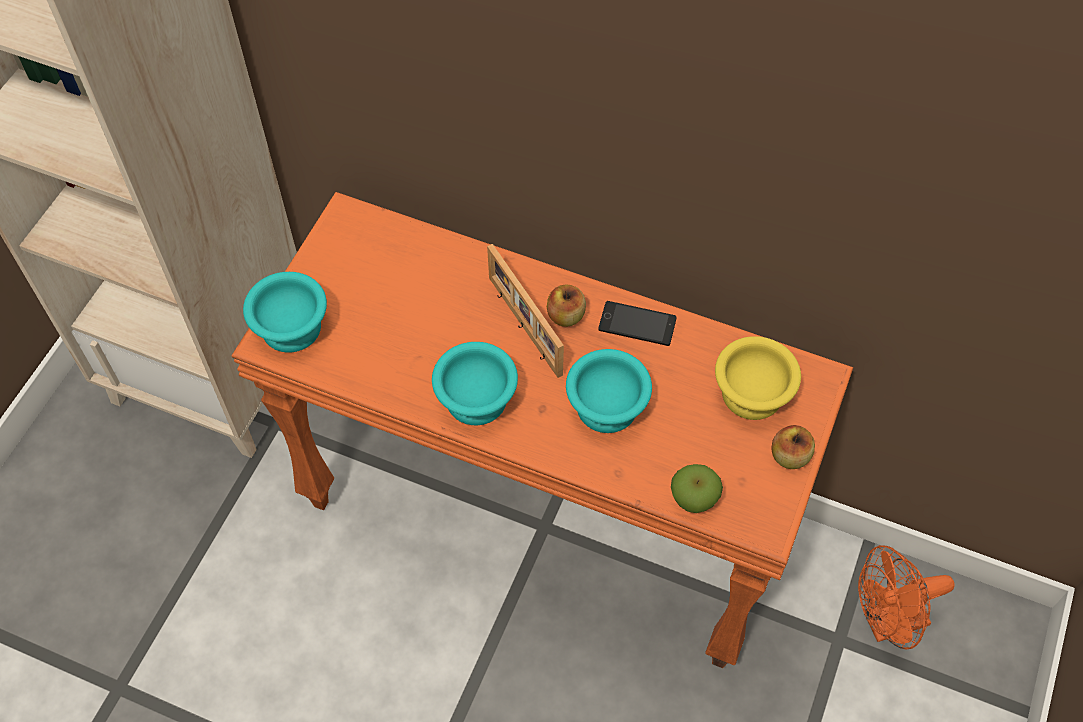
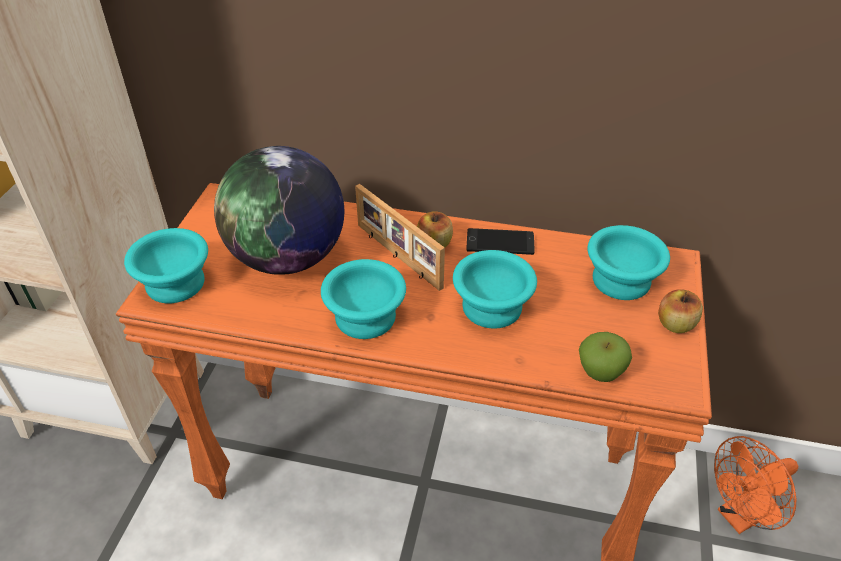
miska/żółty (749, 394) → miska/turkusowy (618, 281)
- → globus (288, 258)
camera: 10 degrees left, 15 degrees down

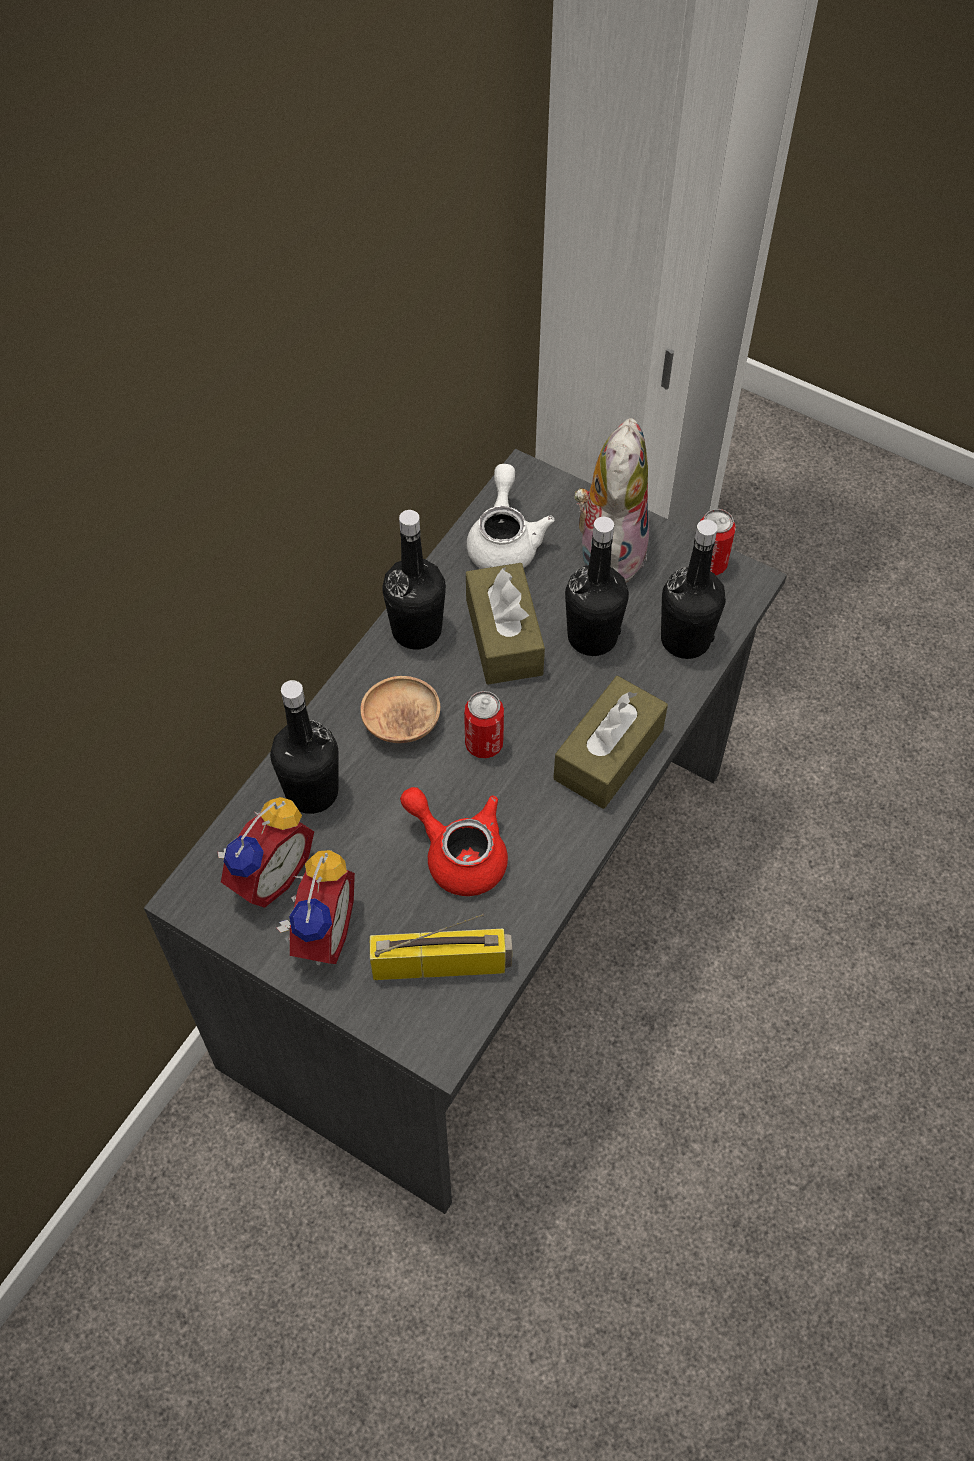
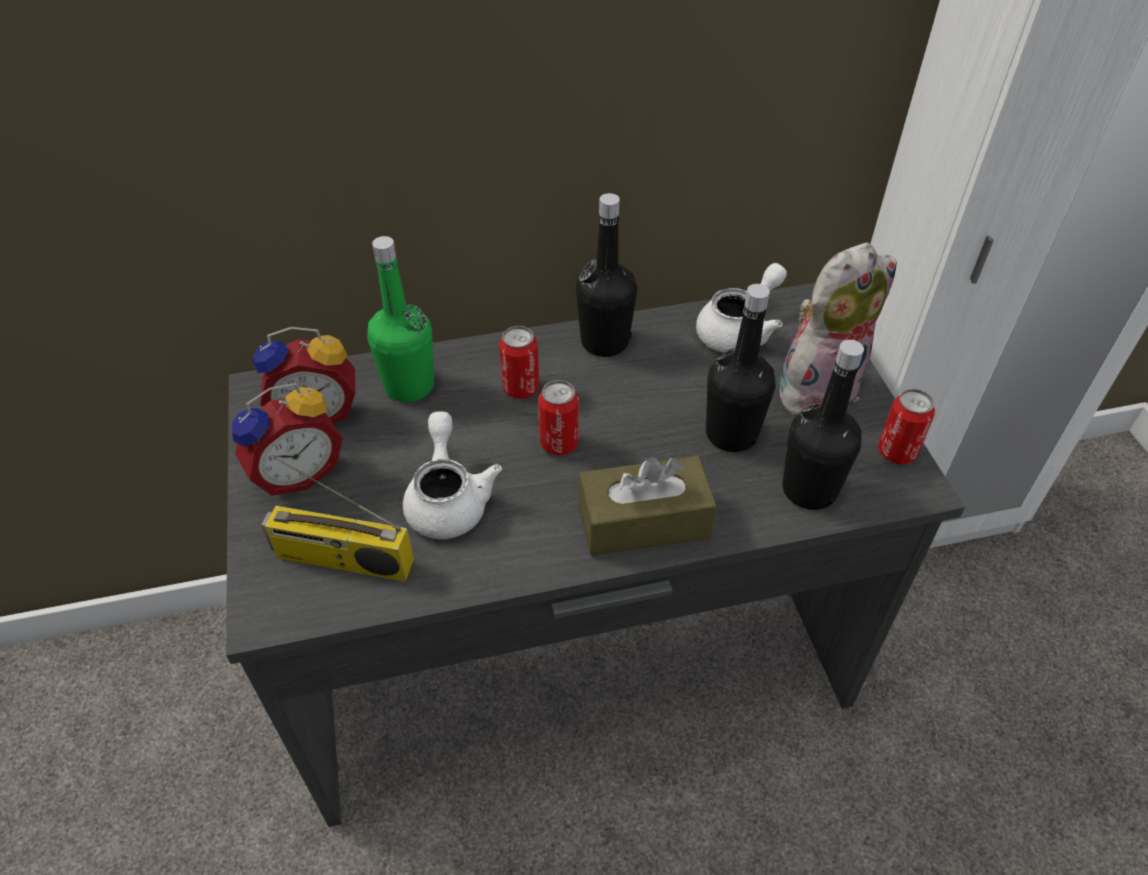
pudełko chusteczek/brązowy (504, 637) → -
miska/brązowy (401, 722) → puszka (521, 388)
butelka/czarny (312, 792) → butelka/zielony (409, 386)
imbryk/czerwony (458, 853) → imbryk/biały (448, 499)
radio (442, 963) → radio (341, 560), 150 degrees clockwise
camera: 45 degrees right, 10 degrees down

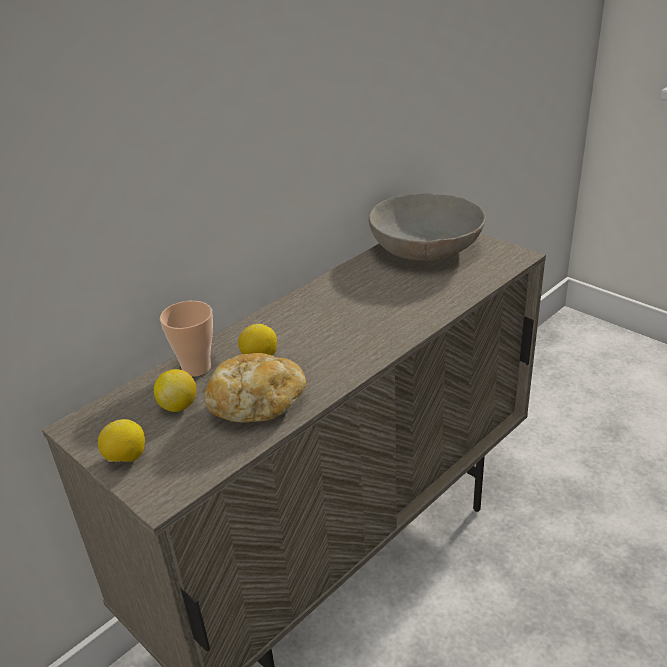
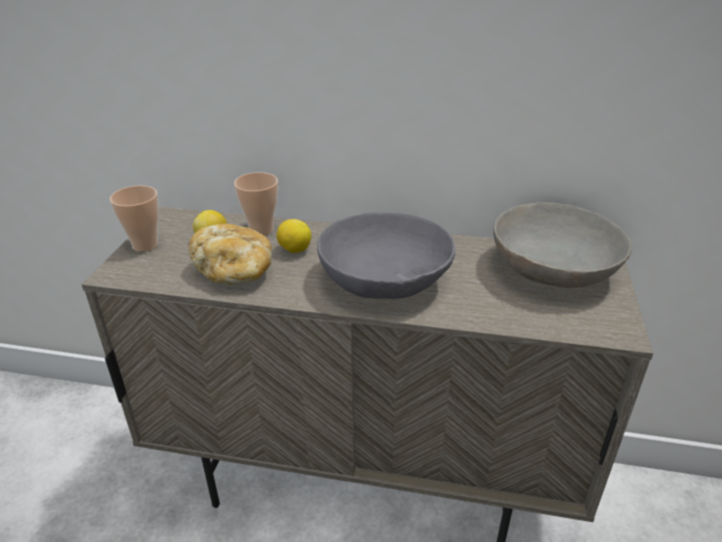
cytryna (126, 458) → filiżanka (145, 245)
- → miska/szary (385, 279)
camera: 55 degrees right, 0 degrees up

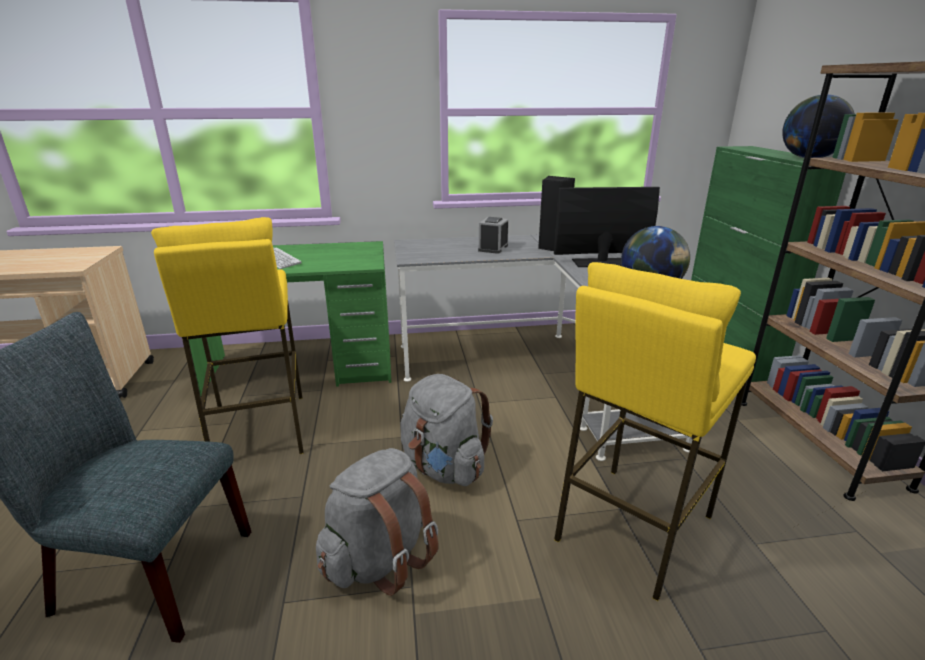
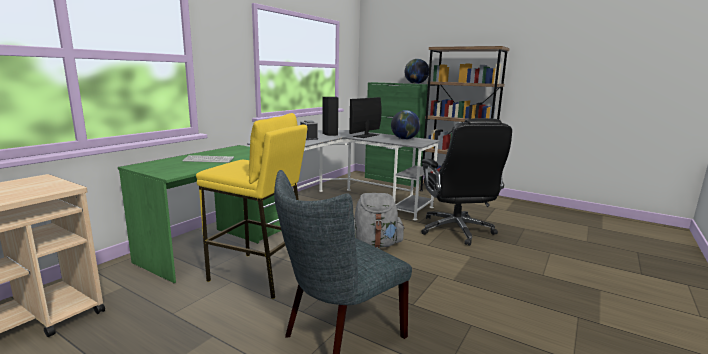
stołek/żółty (632, 527) → krzesło biurowe/czarny (456, 230)
plecak/szary (381, 558) → -
camera: 50 degrees left, 10 degrees down

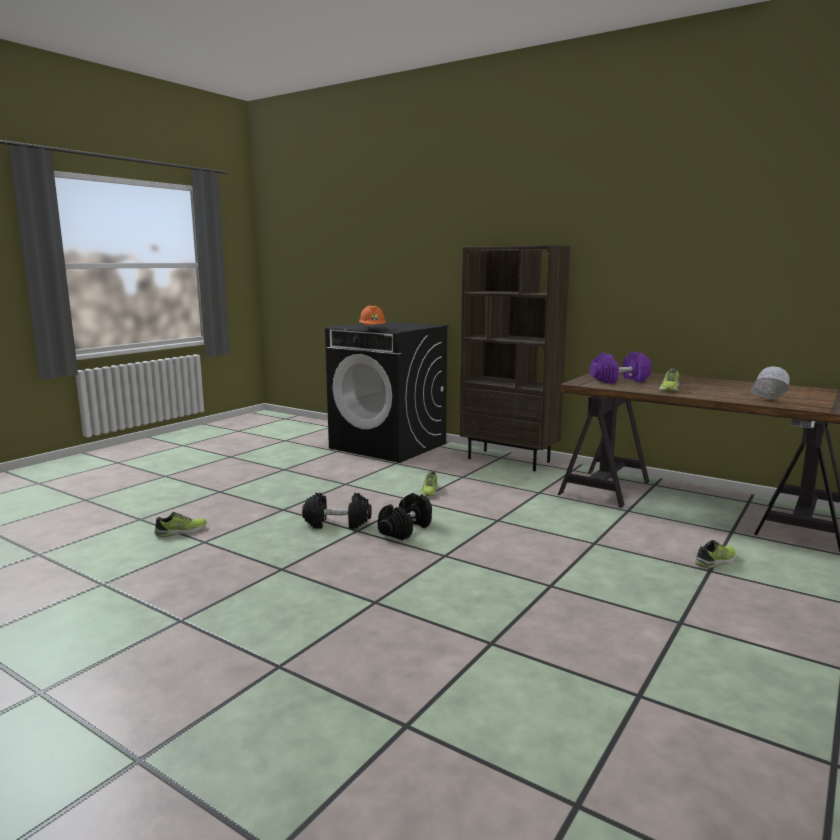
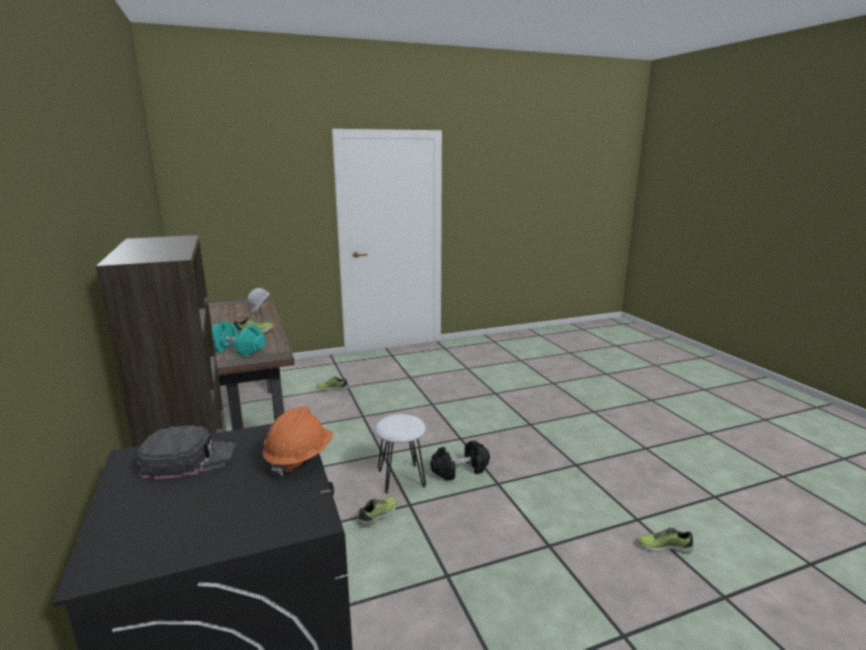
hantel/fioletowy (619, 380) → hantel/turkusowy (238, 350)
hantel/czarny (337, 523) → -
- → stołek/biały (400, 478)
- → czapka z daszkiem/czarny (189, 459)
camera: 145 degrees left, 5 degrees up

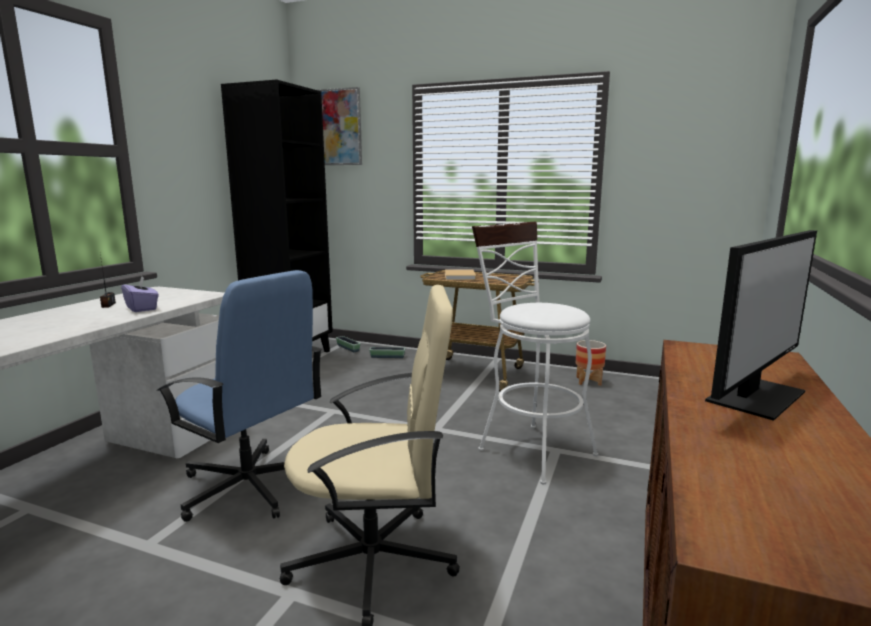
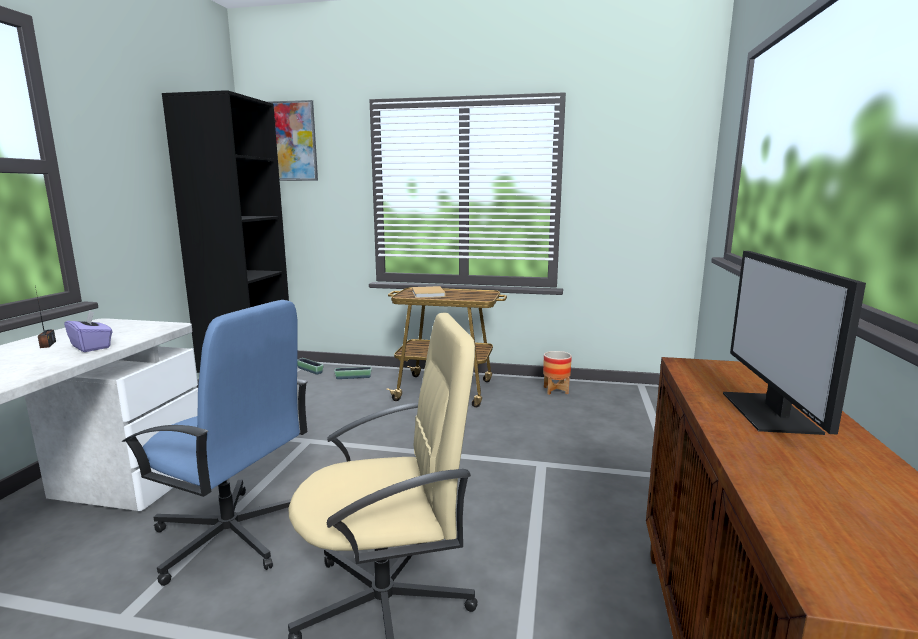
stołek/biały (529, 448) → -
monitor (753, 395) → monitor (772, 413), 150 degrees clockwise
camera: 10 degrees left, 0 degrees up

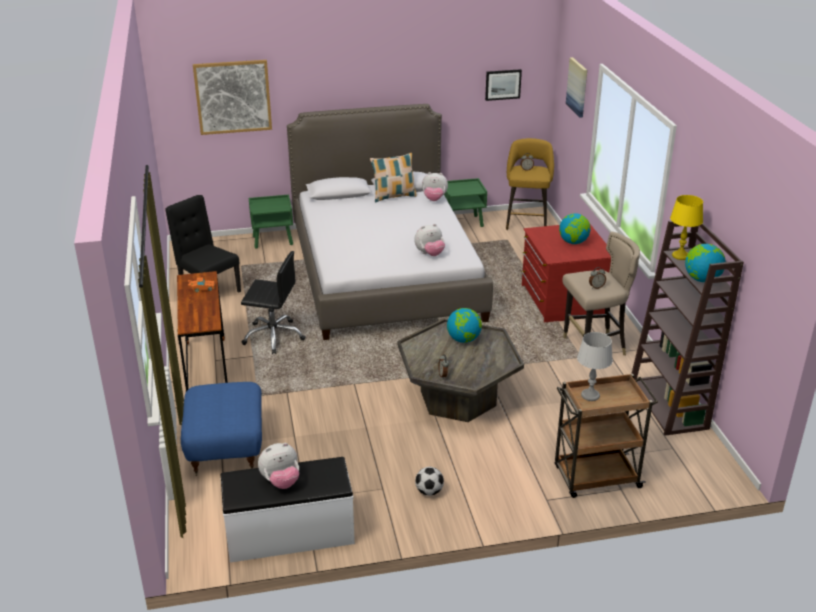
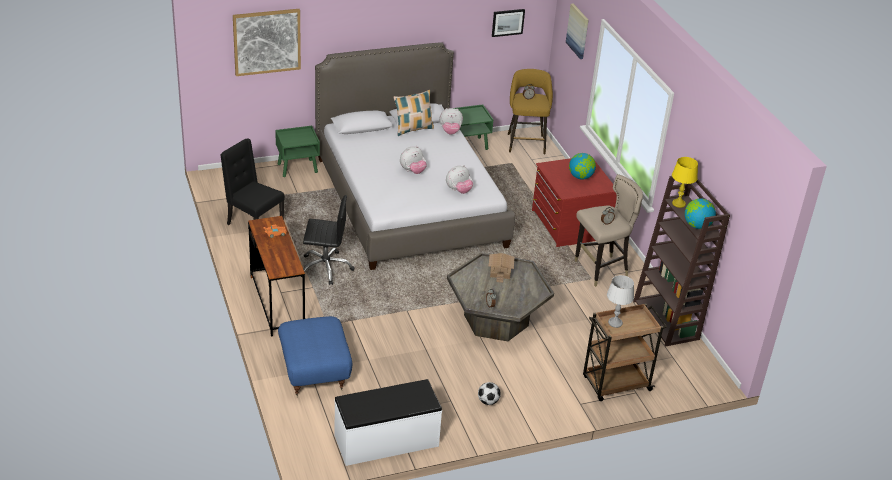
globus (464, 339) → domek (501, 272)
pluszak (281, 482) → pluszak (412, 171), shifted
camera: 10 degrees left, 5 degrees up

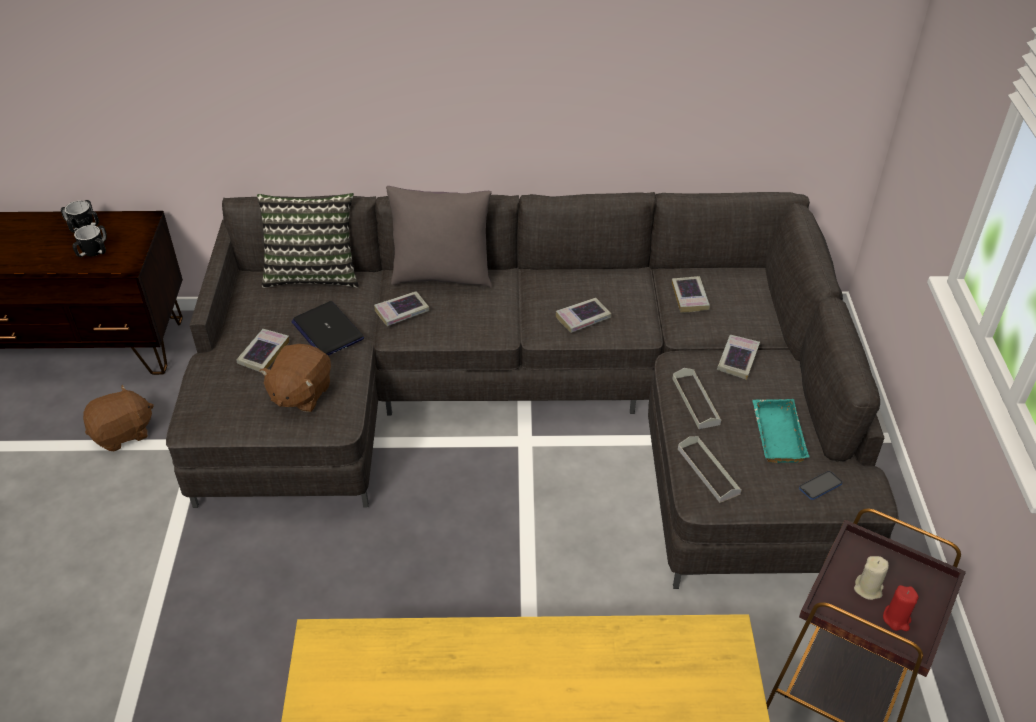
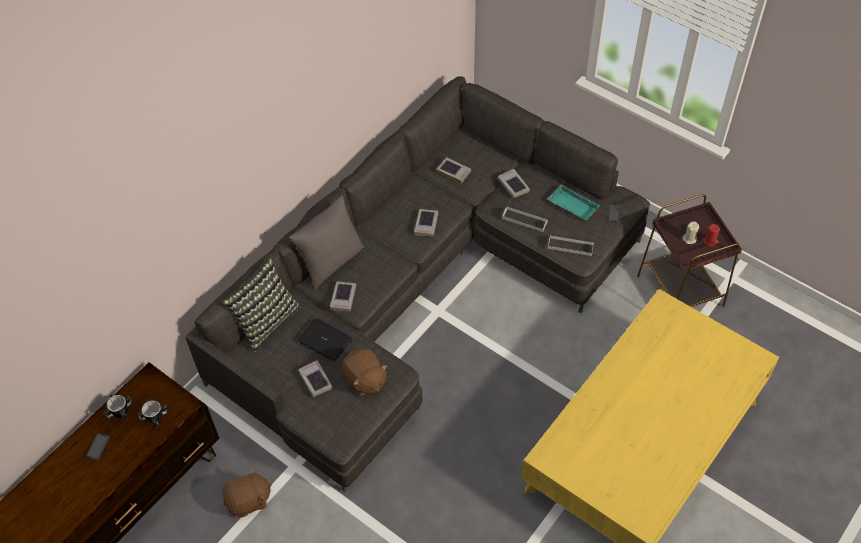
laptop (327, 330) → laptop (325, 340), 150 degrees counterclockwise
pluszak/brązowy (123, 433) → pluszak/brązowy (249, 501), 60 degrees clockwise
- → telefon (98, 447)
camera: 50 degrees left, 10 degrees up

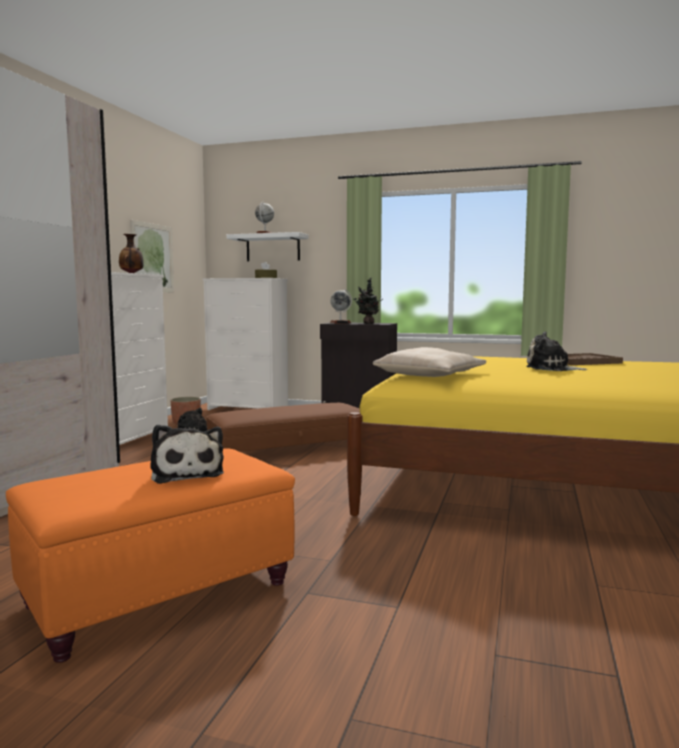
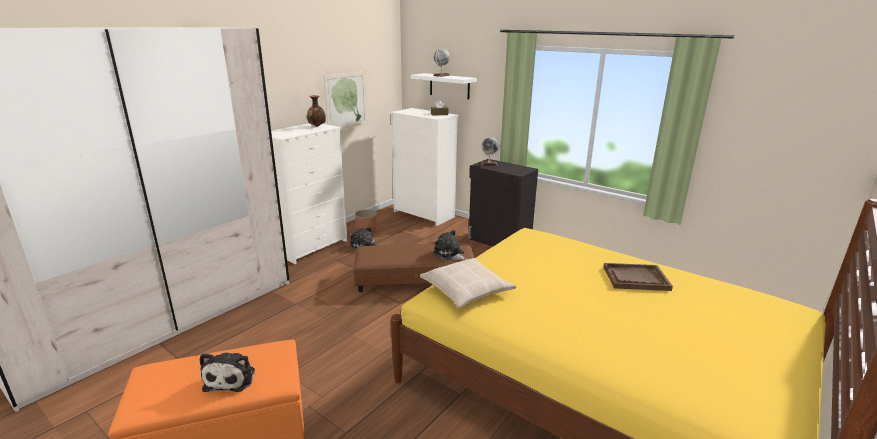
roślina doniczkowa (368, 323) → -
pluszak (551, 368) → pluszak (450, 254), shifted
camera: 20 degrees right, 15 degrees up

